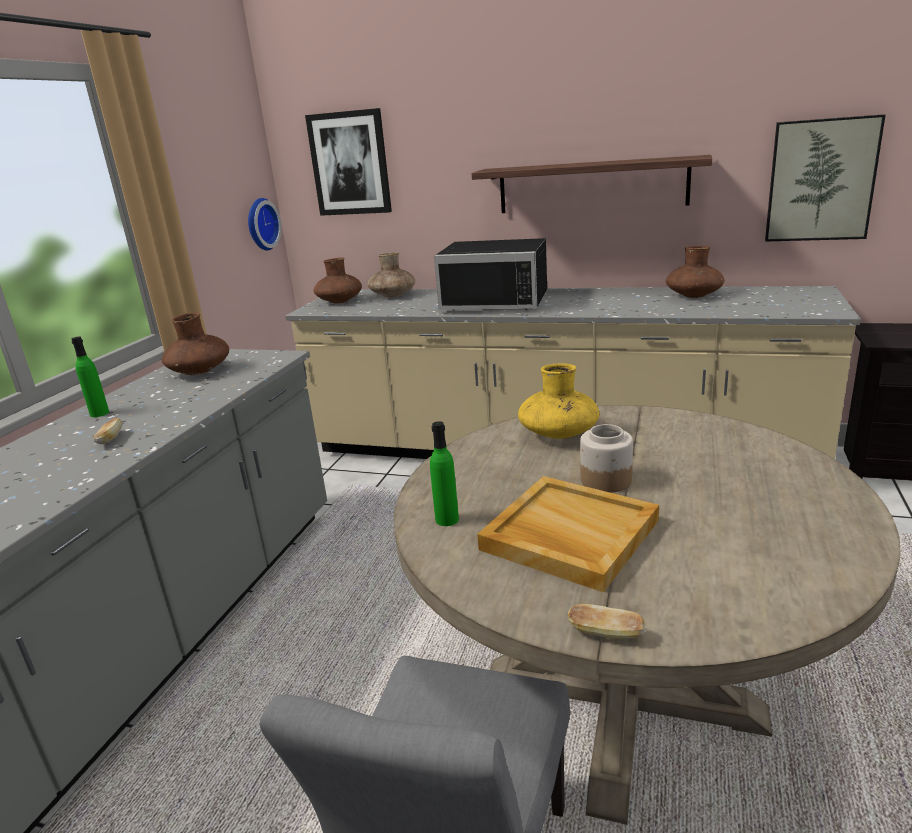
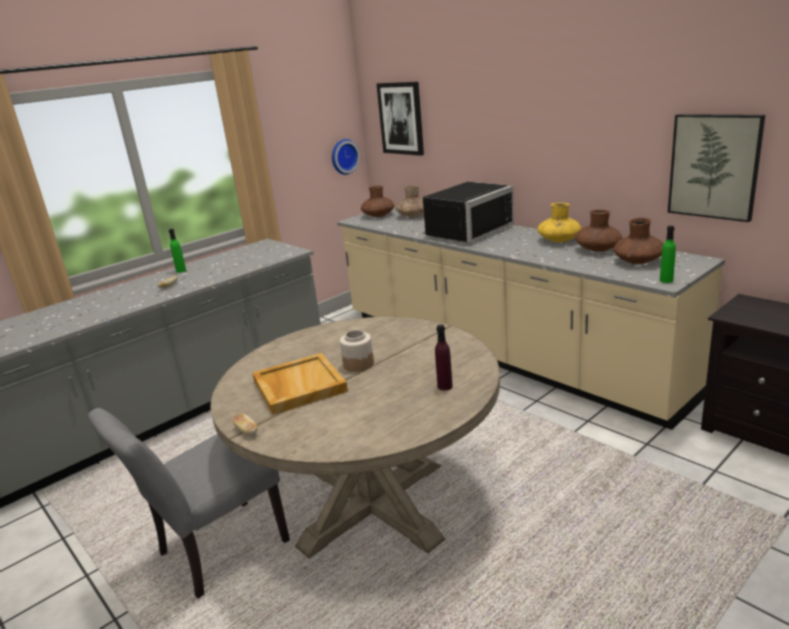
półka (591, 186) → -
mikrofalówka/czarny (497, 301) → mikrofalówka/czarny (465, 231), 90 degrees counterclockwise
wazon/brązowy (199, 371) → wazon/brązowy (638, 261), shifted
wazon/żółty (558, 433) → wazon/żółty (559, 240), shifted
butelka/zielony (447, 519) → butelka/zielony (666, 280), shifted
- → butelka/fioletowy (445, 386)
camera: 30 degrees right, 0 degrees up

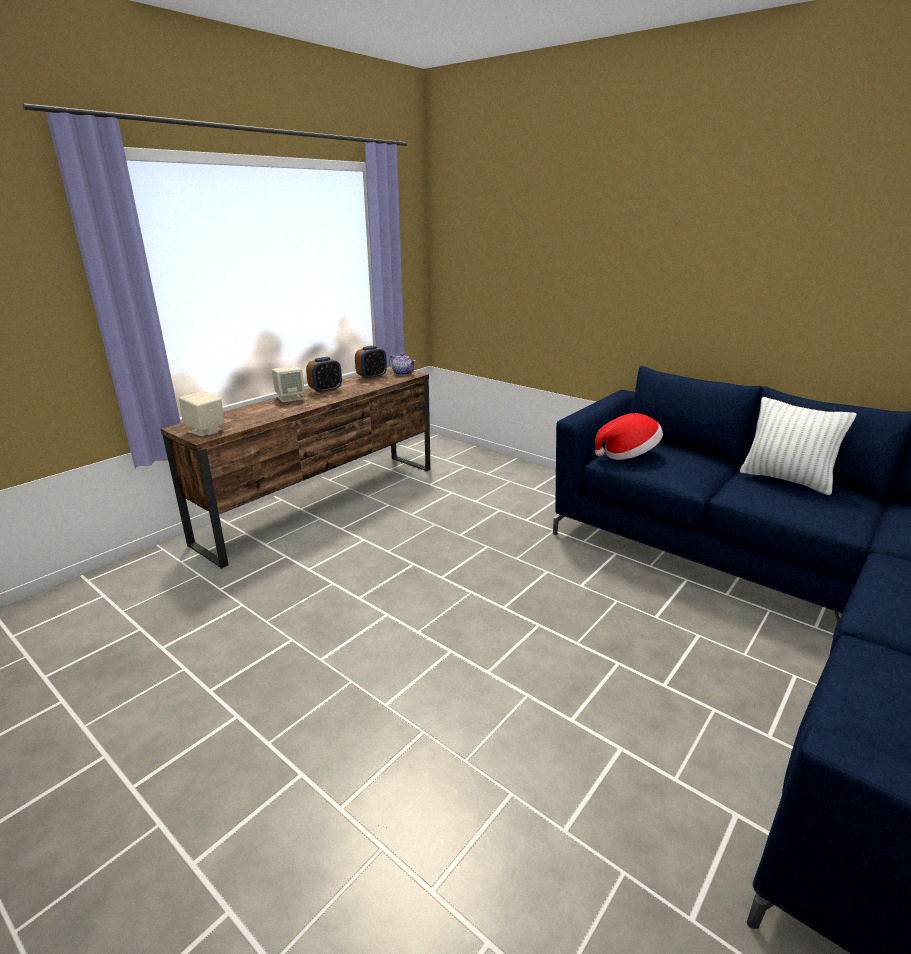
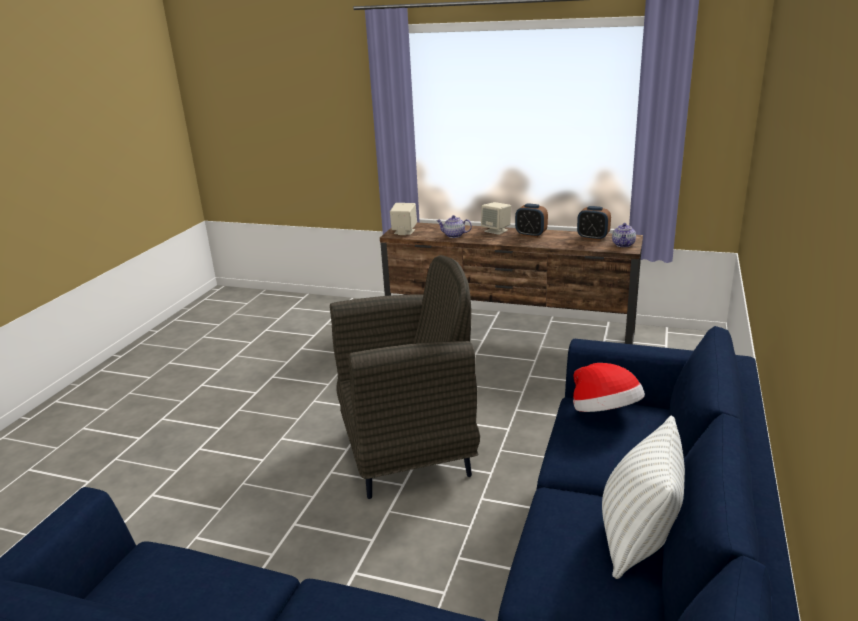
- → imbryk (454, 235)
- → fotel/szary (409, 451)
camera: 70 degrees right, 0 degrees up

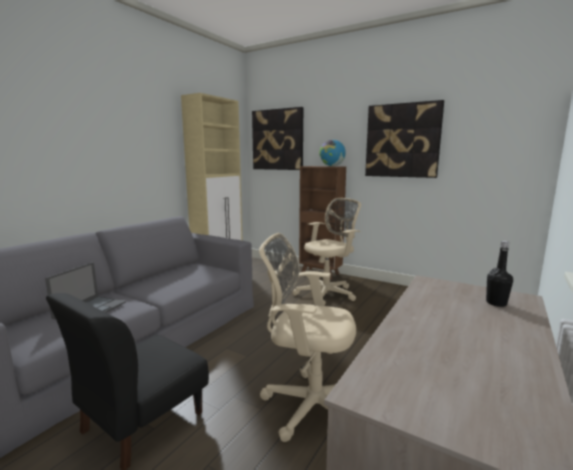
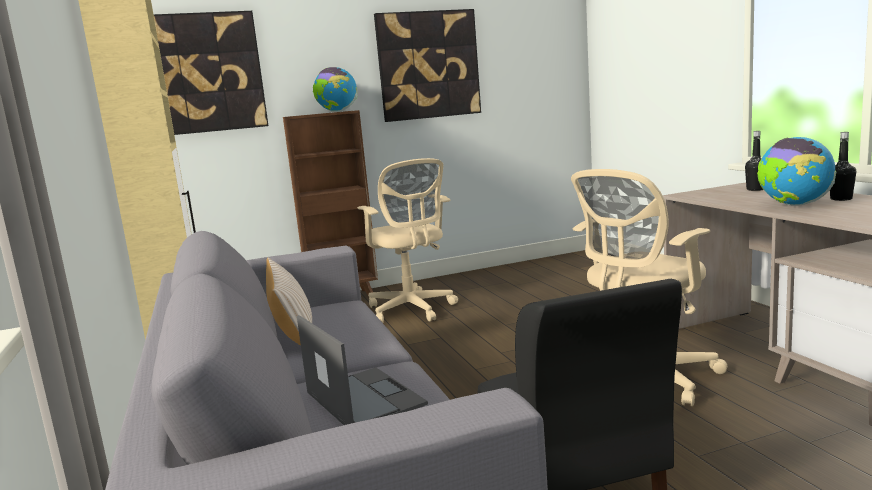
krzesło biurowe/beżowy (328, 294) → krzesło biurowe/beżowy (412, 310), 150 degrees clockwise
- → butelka/czarny (841, 199)
- → globus (794, 205)
- → poduszka/beżowy (292, 330)
camera: 50 degrees left, 0 degrees up

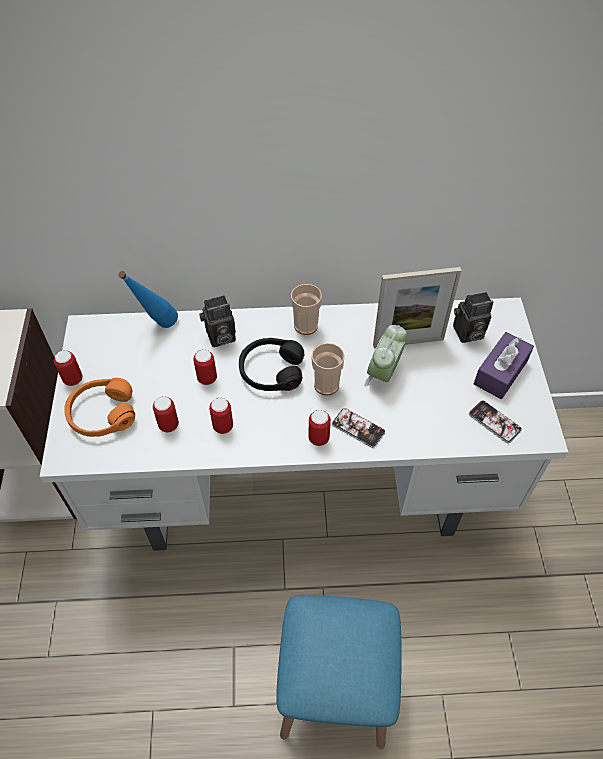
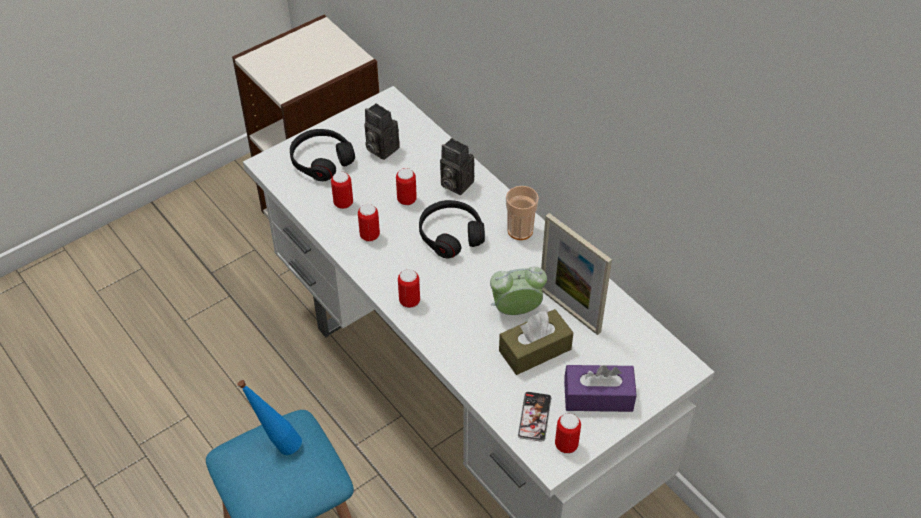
butelka/niebieski (157, 327) → butelka/niebieski (277, 444), shifted
aparat fotograficzny (467, 334) → aparat fotograficzny (380, 149), shifted
filiżanka (326, 385) → -
puszka (73, 379) → puszka (566, 445), shifted
słuchawki/pomarańczowy (102, 414) → słuchawki/czarny (321, 160)
telefon (358, 428) → -
- → pudełko chusteczek/brązowy (535, 350)
camera: 55 degrees right, 5 degrees down

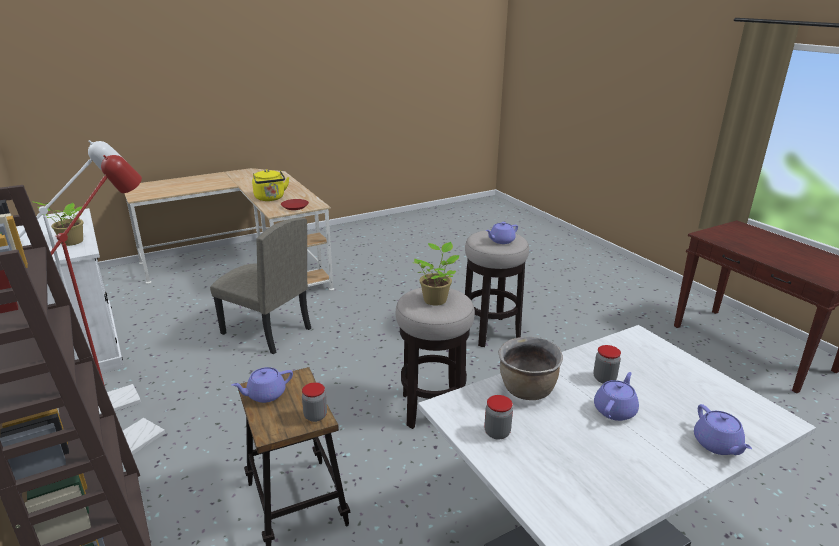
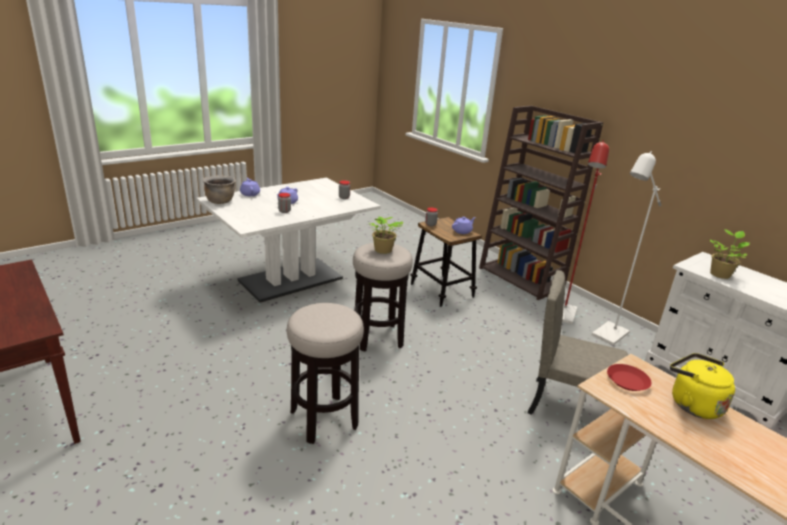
imbryk/fioletowy (501, 241) → -
garnek/brązowy (527, 391) → garnek/brązowy (220, 201), shifted
camera: 170 degrees right, 0 degrees up

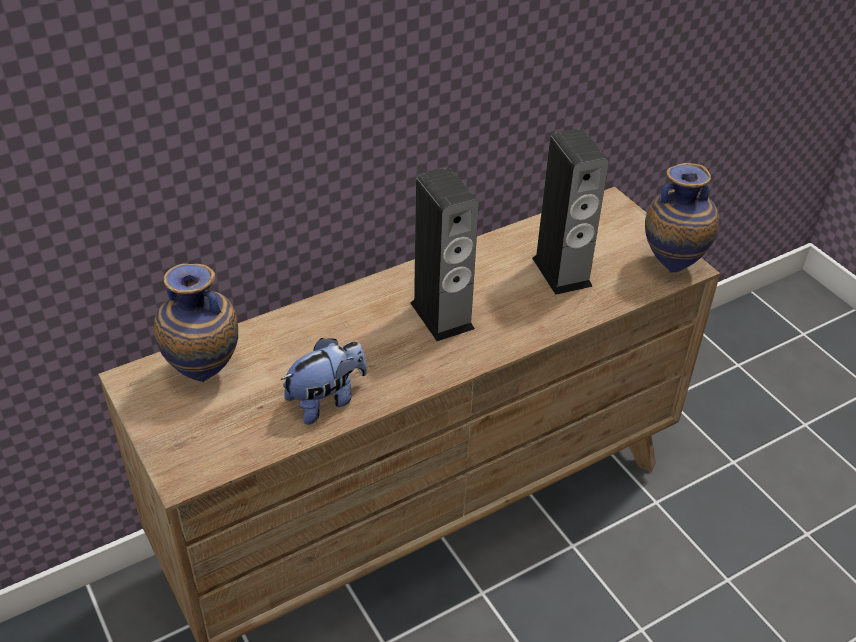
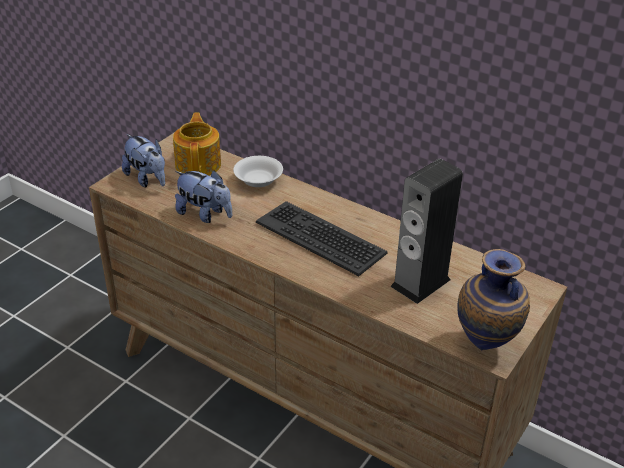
głośnik (442, 315) → klawiatura (321, 238)
wazon (206, 373) → imbryk (199, 164)
- → pluszak (147, 179)
- → miska/biały (259, 180)
camera: 65 degrees right, 5 degrees down

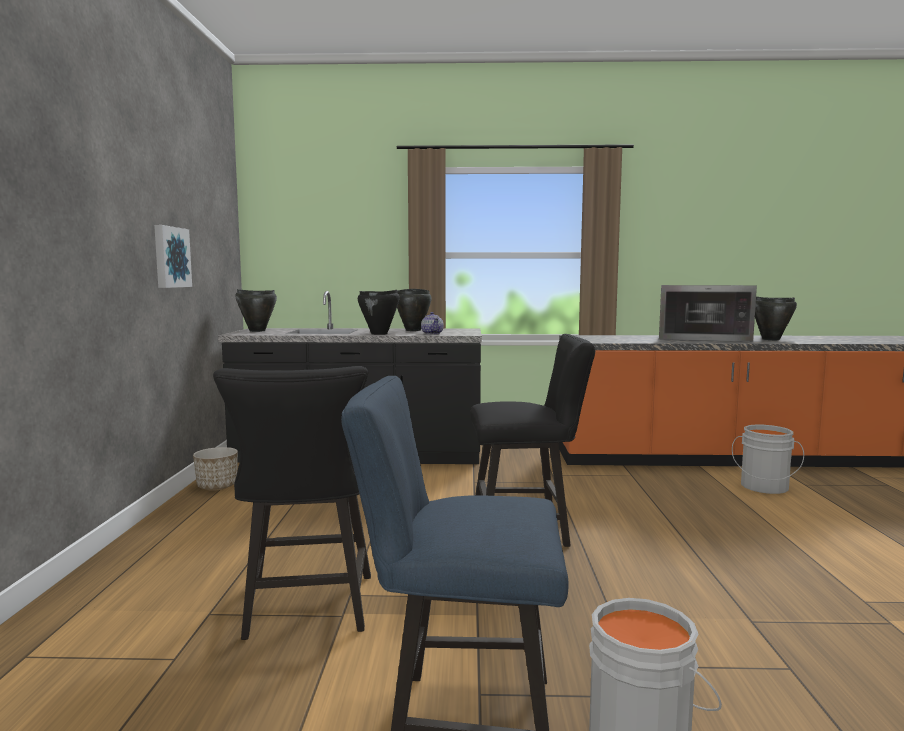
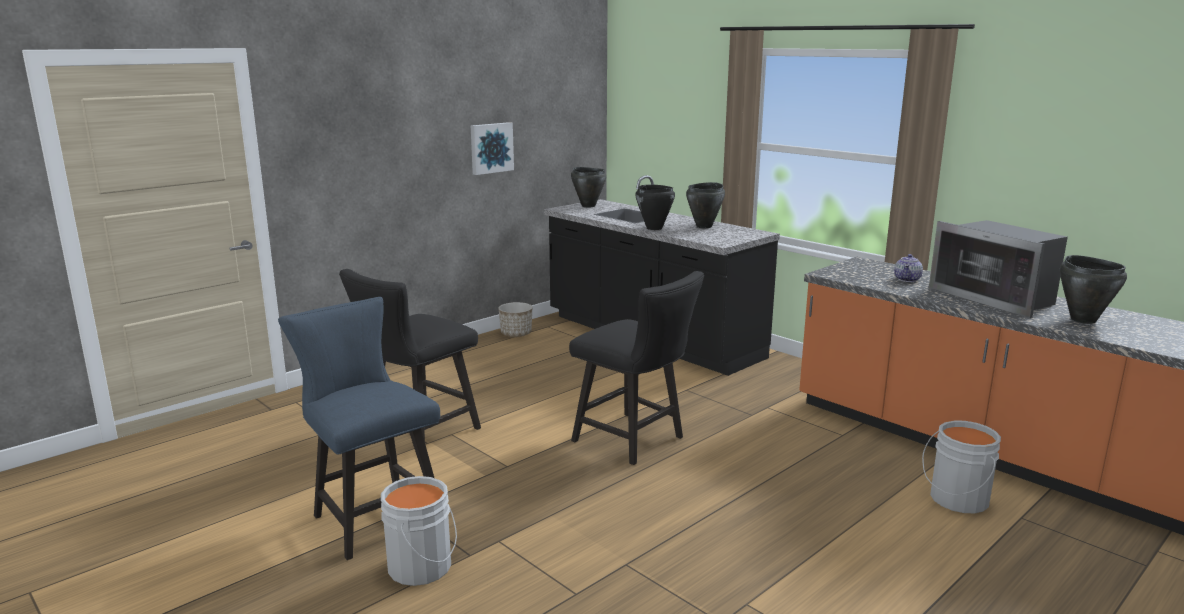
imbryk (432, 333) → imbryk (907, 279), shifted
camera: 45 degrees right, 10 degrees up

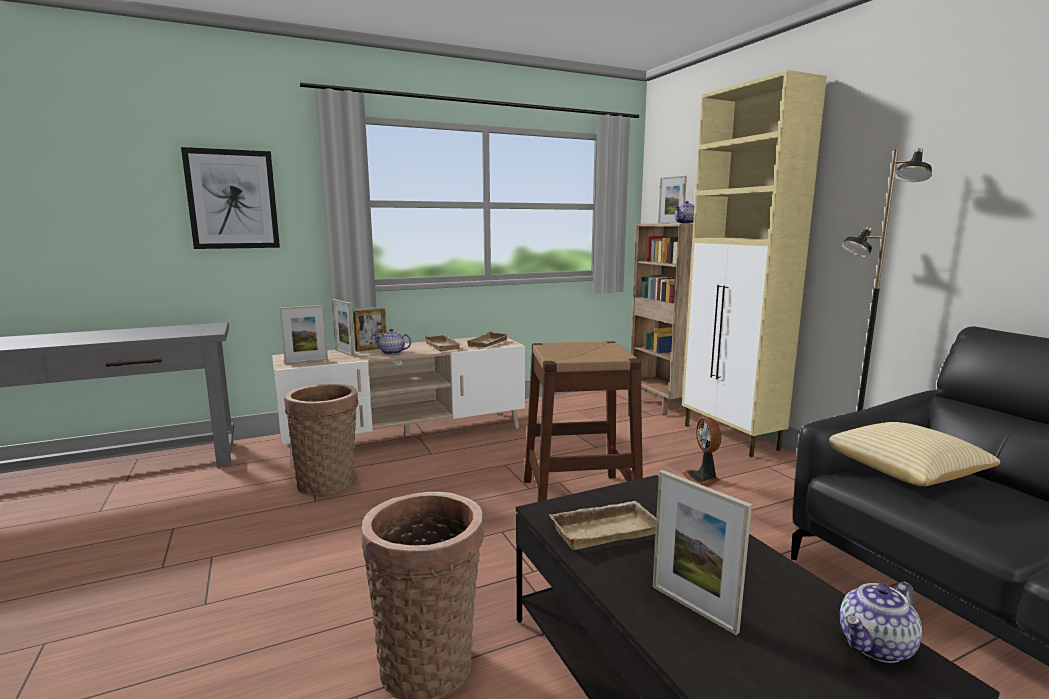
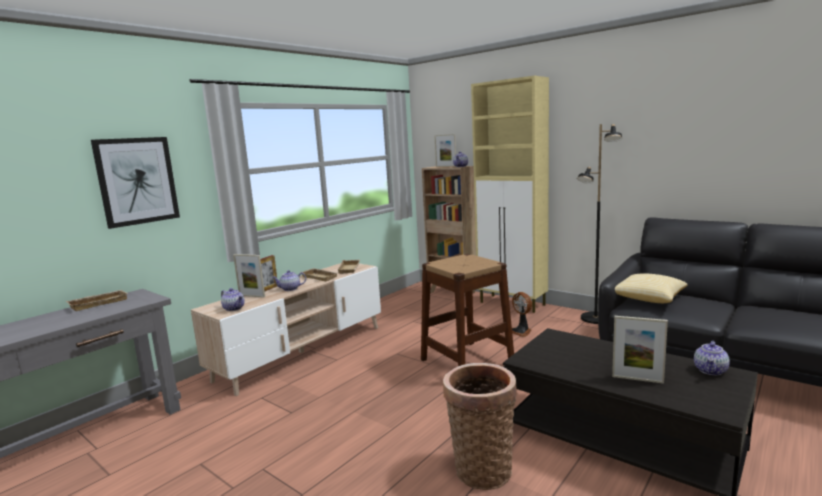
ramka na zdjęcie (306, 361) → imbryk (234, 308)
koszyk (328, 482) → -
taca/beżowy (604, 529) → taca/beżowy (99, 303), shifted
camera: 25 degrees left, 0 degrees up

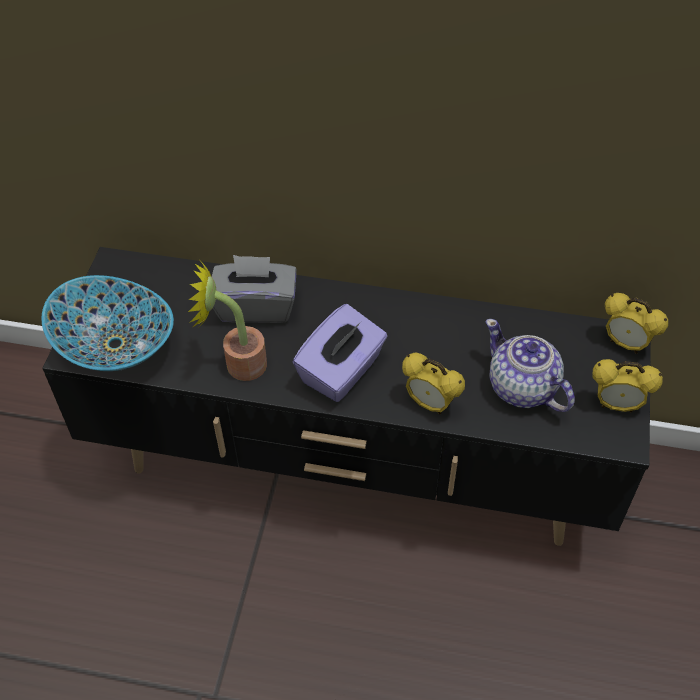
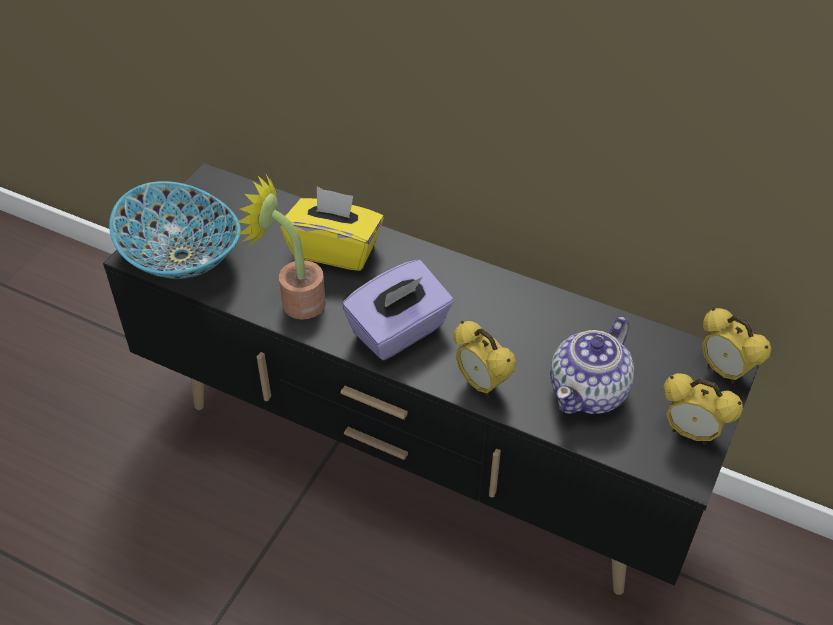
pudełko chusteczek/szary (256, 306) → pudełko chusteczek/żółty (335, 250)
imbryk (522, 388) → imbryk (589, 391), 120 degrees counterclockwise
camera: 15 degrees right, 5 degrees down

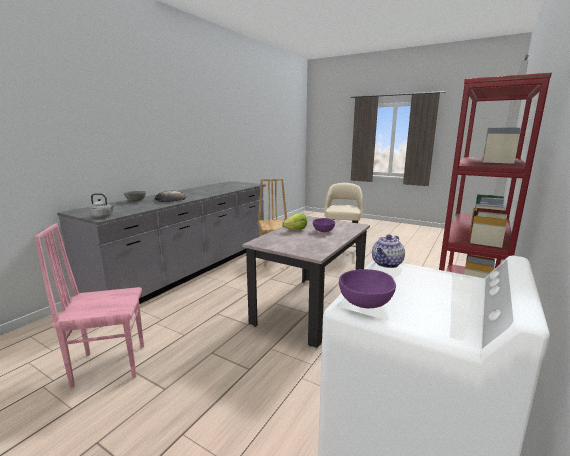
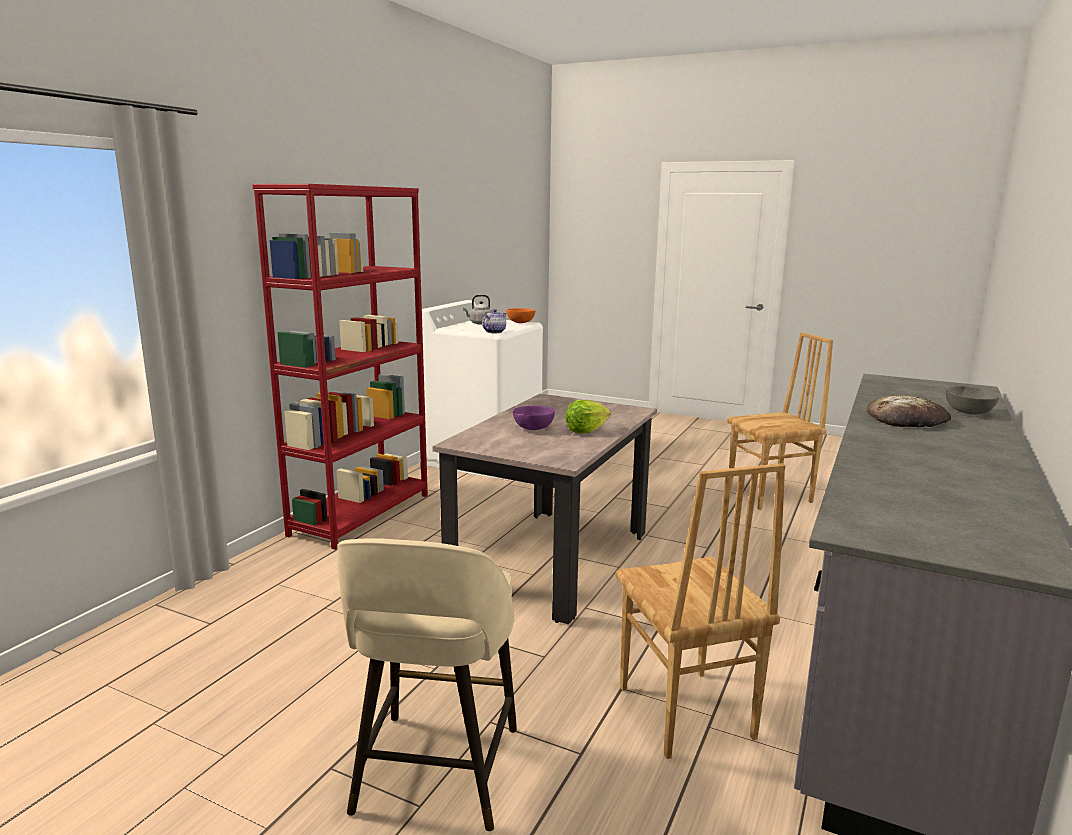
czajnik/szary (103, 217) → czajnik/szary (479, 323), shifted
krzesło/różowy (109, 364) → krzesło/brązowy (771, 496)
miska/fioletowy (367, 303) → miska/pomarańczowy (519, 323)
camera: 175 degrees right, 0 degrees up

